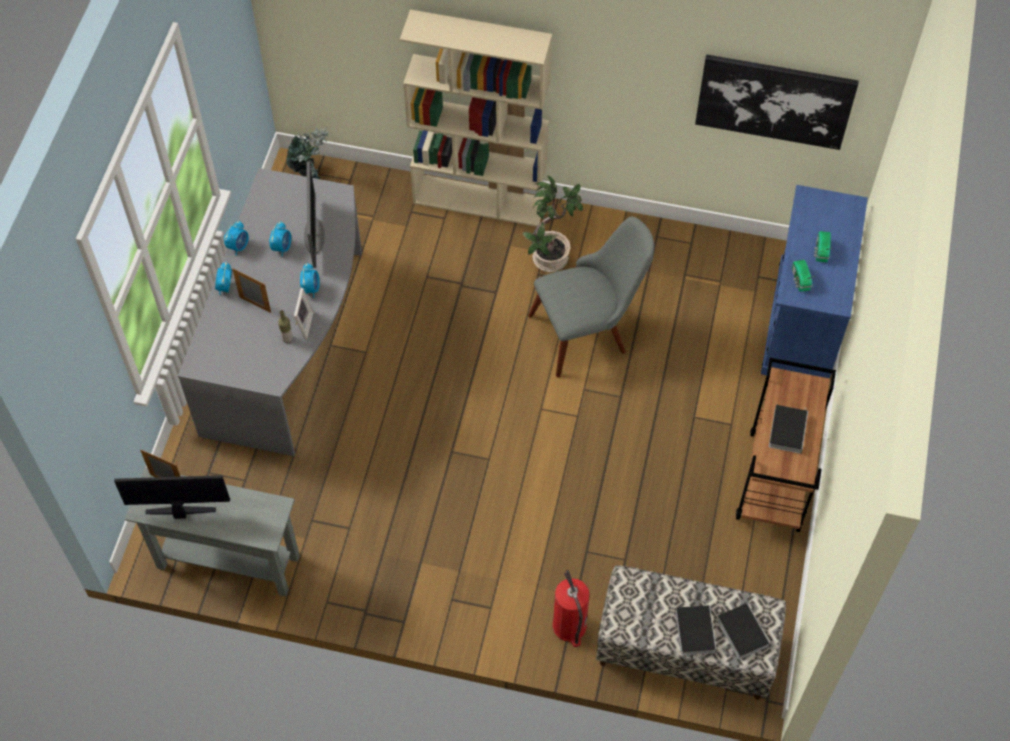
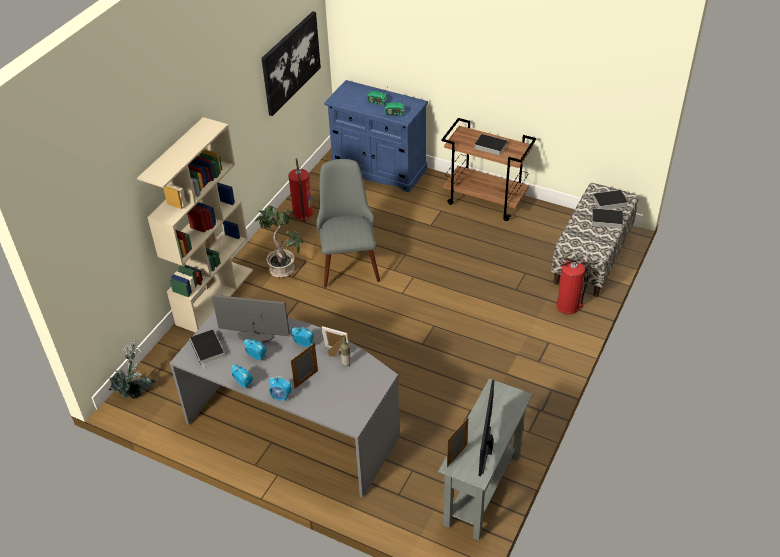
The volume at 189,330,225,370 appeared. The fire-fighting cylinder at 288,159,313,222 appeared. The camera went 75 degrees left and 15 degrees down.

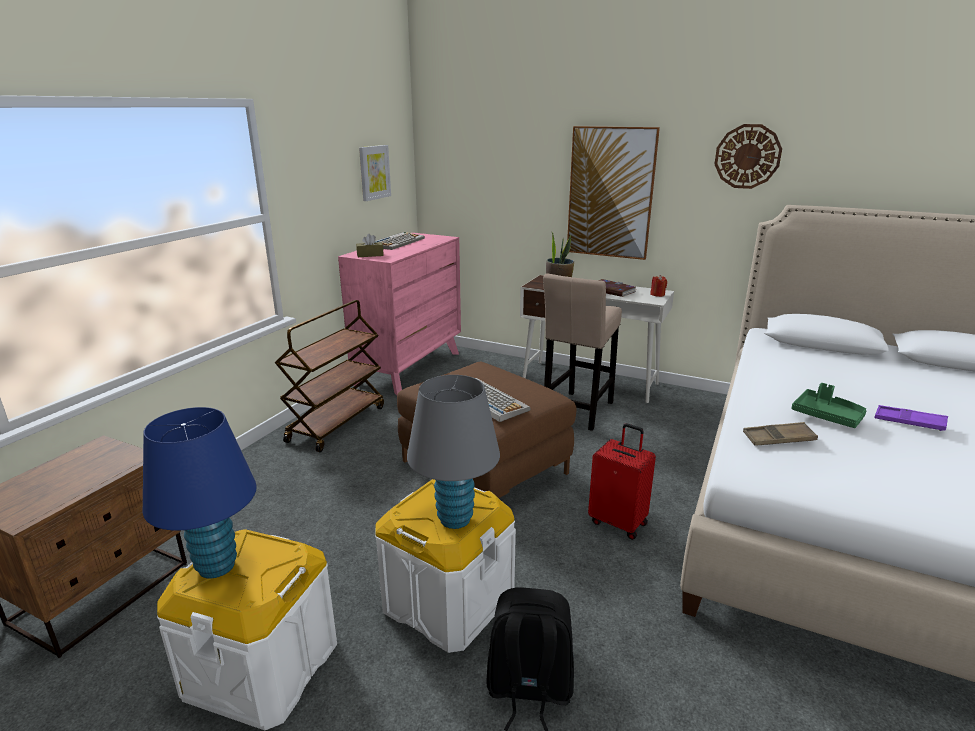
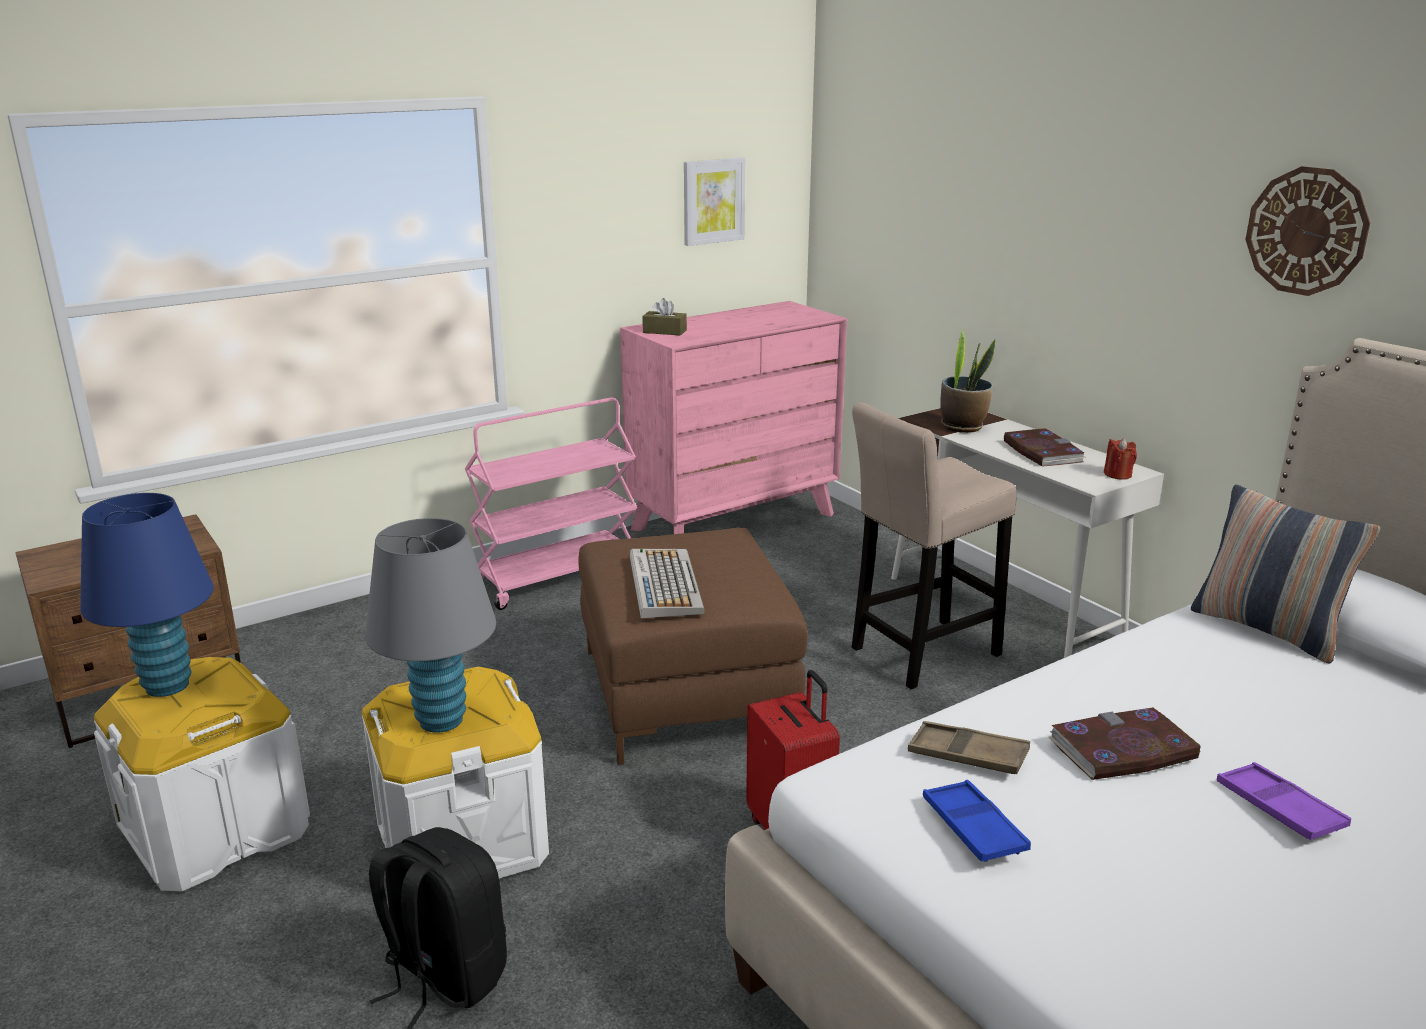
The trolley in brown at 275,300,384,452 became the trolley in pink at 465,398,637,610. The carrying tray in blue-coloured at 923,780,1031,862 appeared. The carrying tray in green-coloured at 791,383,866,428 was replaced by the volume at 1049,707,1201,780. The cushion at 1191,485,1380,663 appeared. The PC keyboard at 374,232,425,250 disappeared. The wall art at 567,126,660,260 disappeared. The camera went 30 degrees right and 0 degrees up.

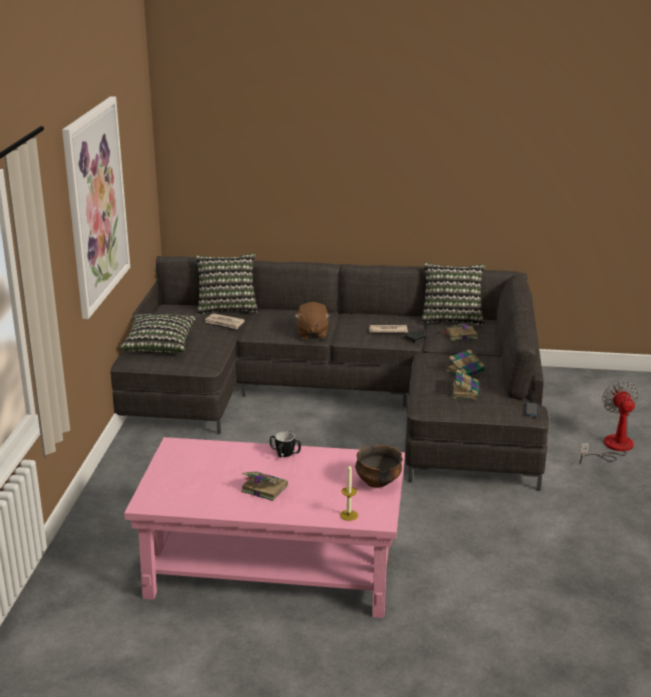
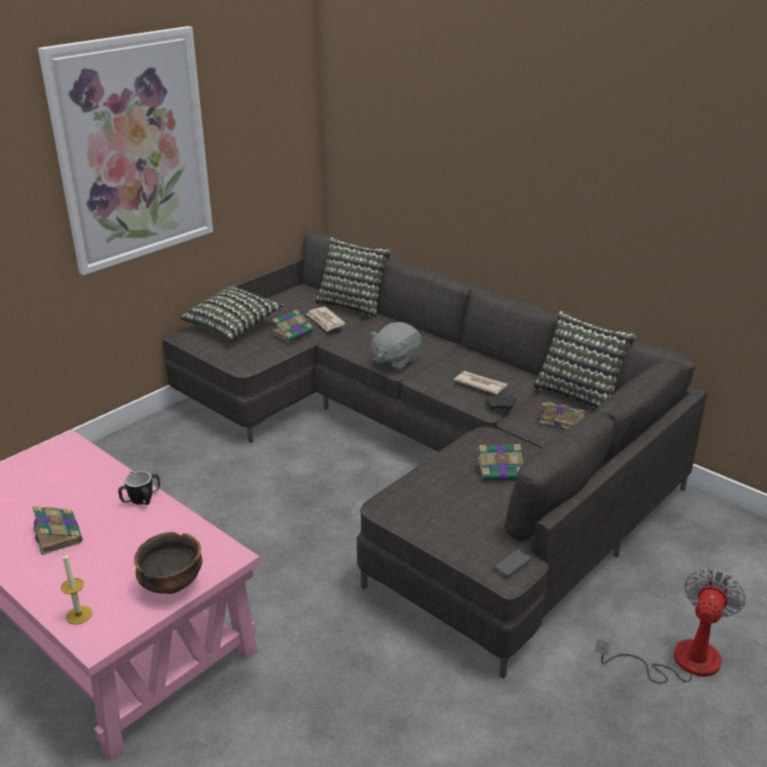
The volume moved from 452,370,479,400 to 271,309,314,343. The cuddly toy in brown at 295,302,330,339 became the cuddly toy in greyish at 370,322,421,371. The camera went 35 degrees right and 5 degrees up.

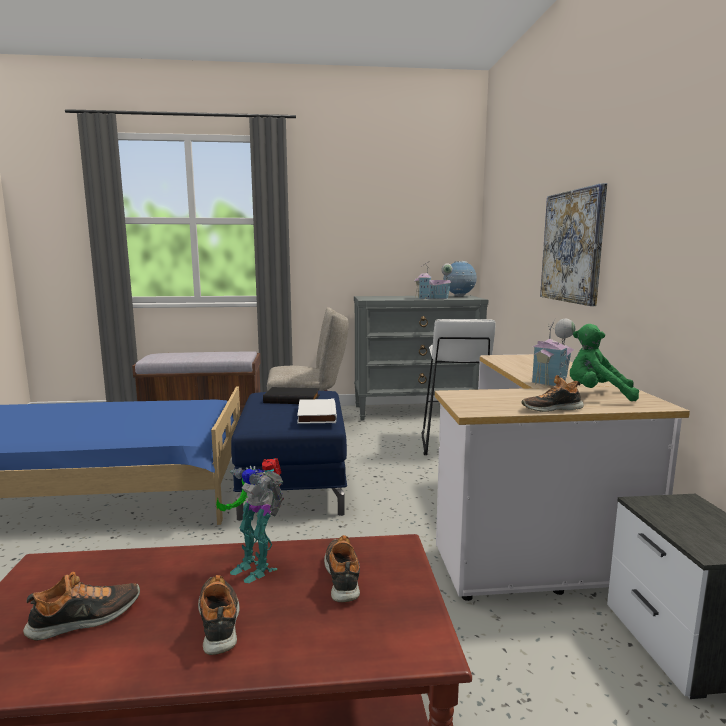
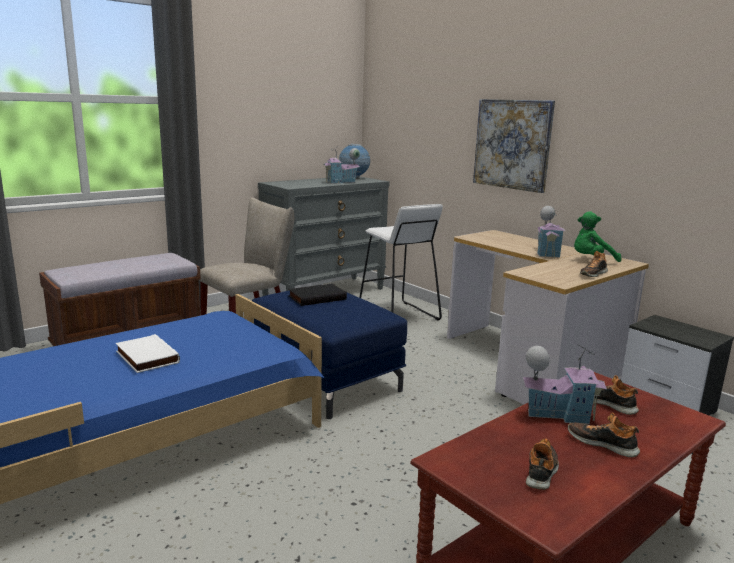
The volume in white-coloured moved from 297,398,337,424 to 116,334,180,373. The toy robot at 216,458,284,583 was replaced by the toy house at 523,344,607,424. The camera went 35 degrees left and 5 degrees up.

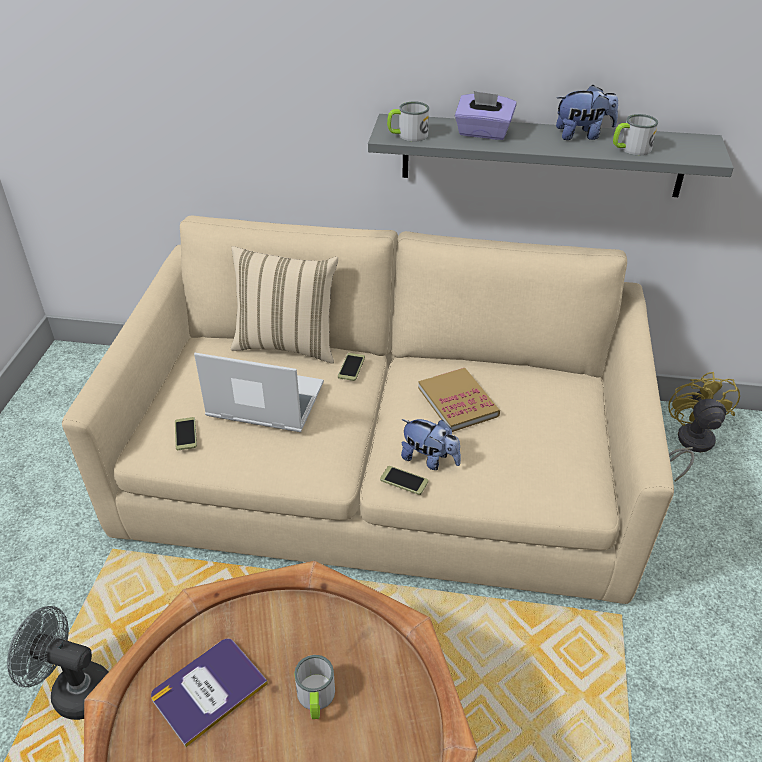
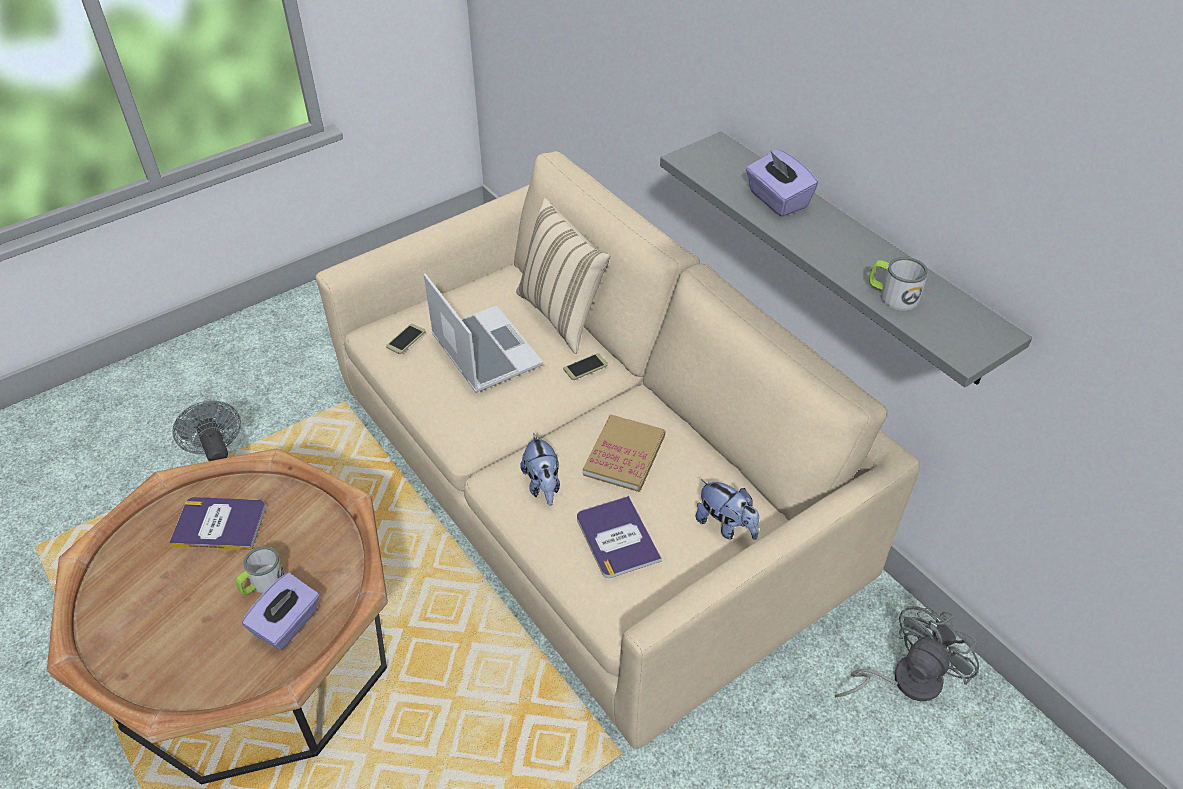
The tissue holder in purple at 242,573,319,650 appeared. The volume at 577,496,662,578 appeared. The cuddly toy moved from 556,85,618,140 to 695,479,759,540. The fan in yellow at 668,372,740,482 became the fan in greyish at 835,606,979,701. The phone at 380,466,428,495 disappeared. The coffee mug at 387,101,429,142 disappeared. The camera went 45 degrees right and 5 degrees up.

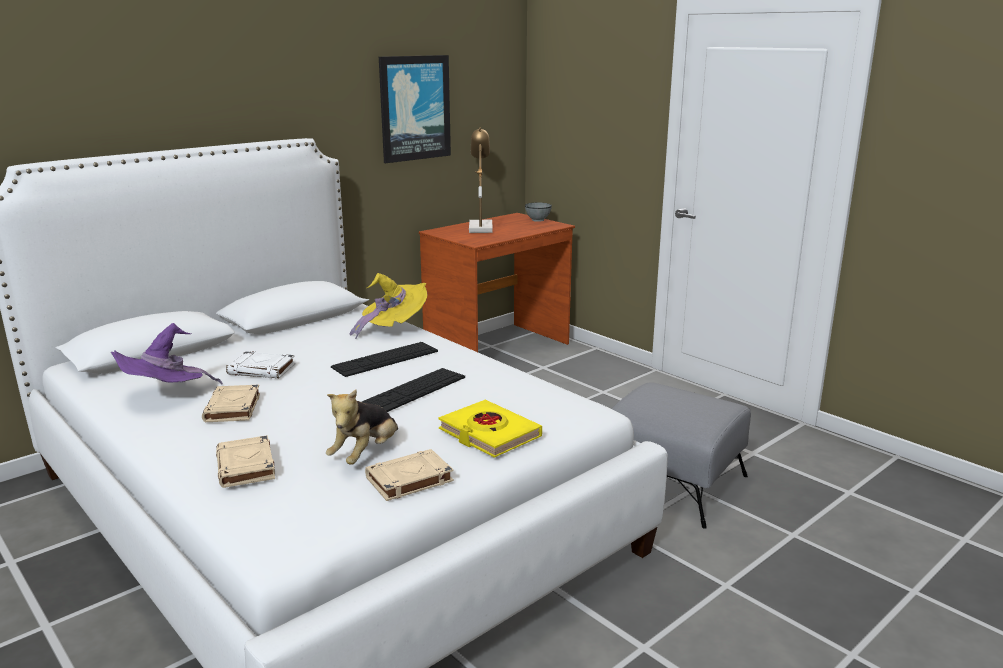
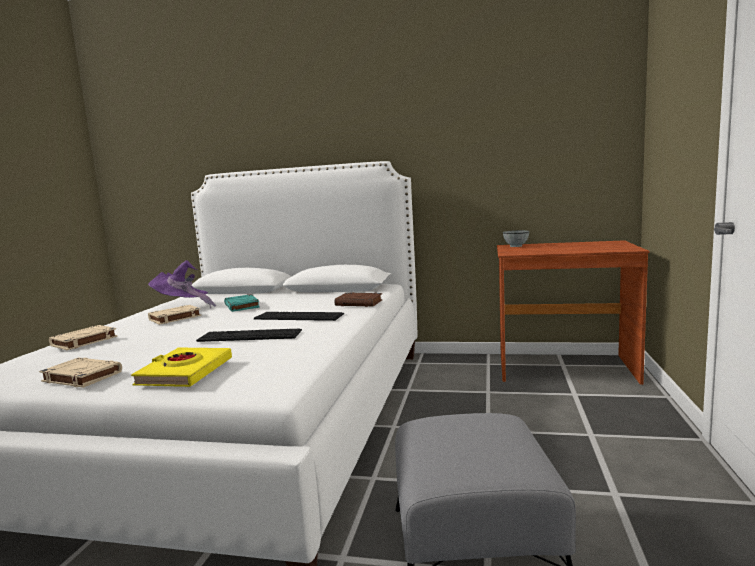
The volume in white-coloured at 226,351,296,378 became the volume in blue-green at 224,294,260,312. The clothing hat in yellow at 350,273,427,339 was replaced by the volume in brown at 334,292,382,307. The deep dish in greyish moved from 525,202,552,222 to 503,230,529,247. The cuddly toy at 326,390,398,465 disappeared. The wall art at 379,55,451,163 disappeared. The tabletop lamp at 469,128,493,233 disappeared. The camera went 55 degrees right and 10 degrees down.

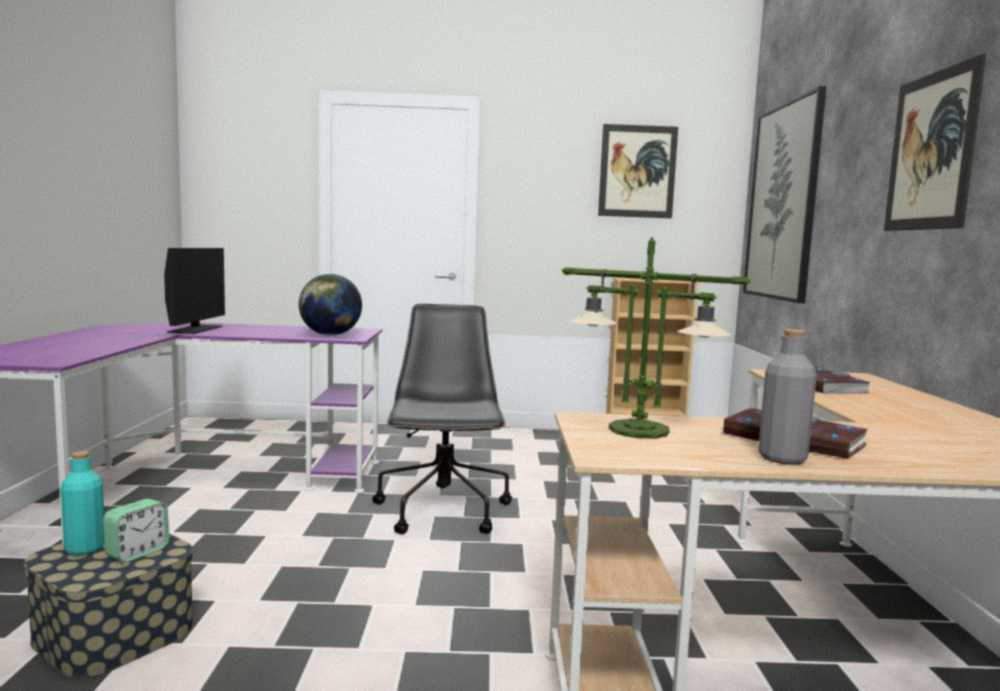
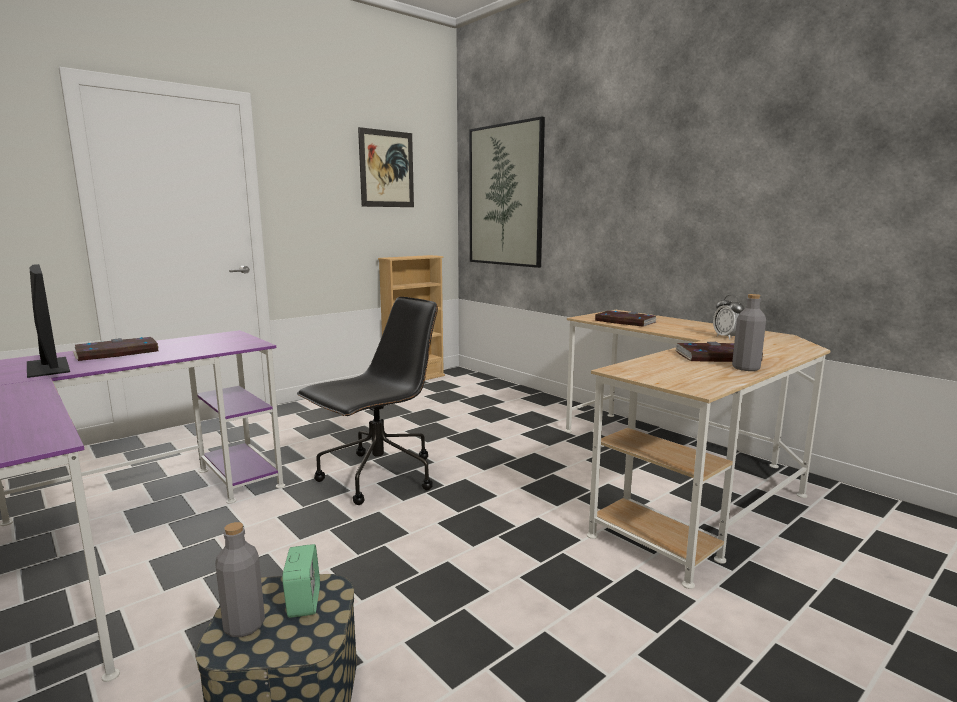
The volume at 73,337,159,361 appeared. The beverage bottle in blue-green at 61,451,105,556 became the beverage bottle in greyish at 215,522,265,637. The desk chair in black-coloured at 372,304,512,534 turned 90 degrees clockwise. The alarm clock at 713,295,745,340 appeared. The desk globe at 299,274,362,335 disappeared. The tabletop lamp at 562,237,751,439 disappeared. The wall art at 884,53,986,231 disappeared. The camera went 40 degrees left and 5 degrees up.

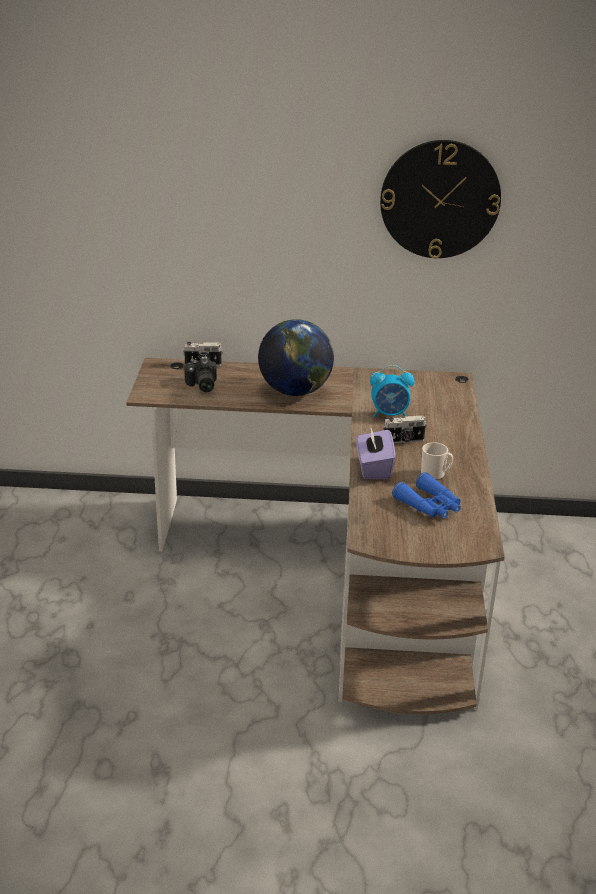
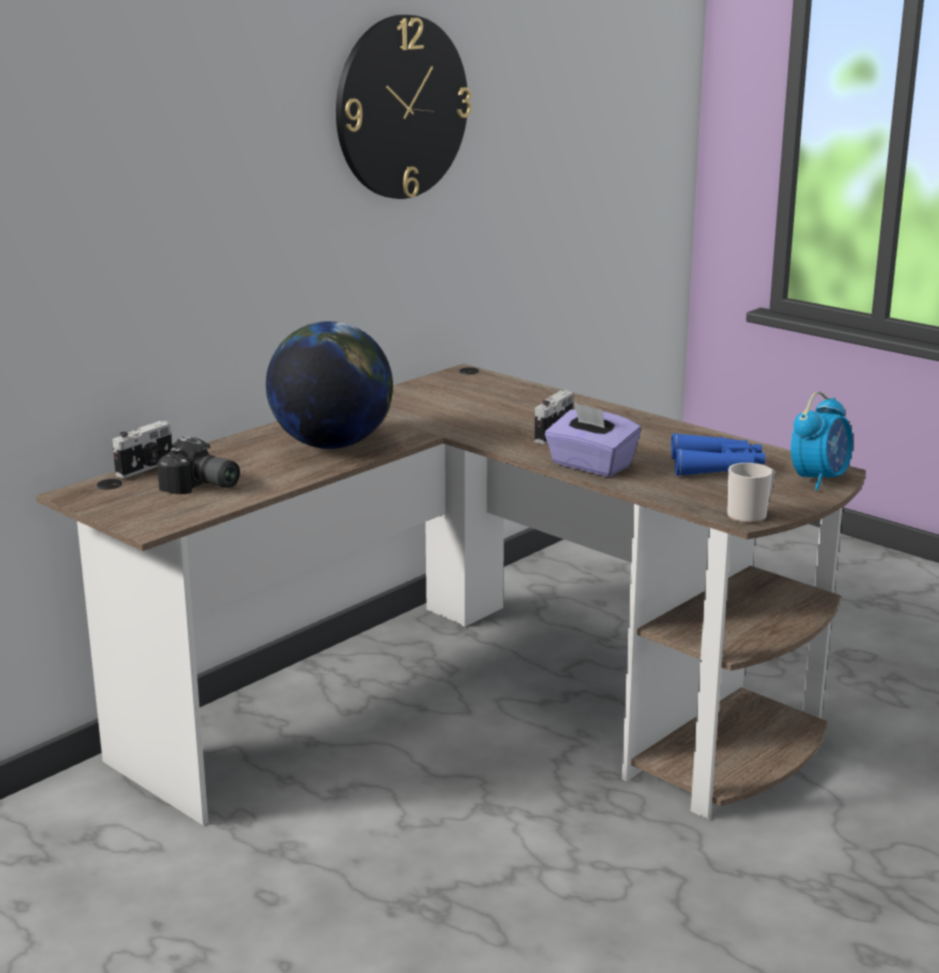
The coffee mug moved from 421,442,453,480 to 727,463,775,523. The alarm clock moved from 370,365,415,418 to 791,391,853,491. The camera went 50 degrees left and 10 degrees down.

